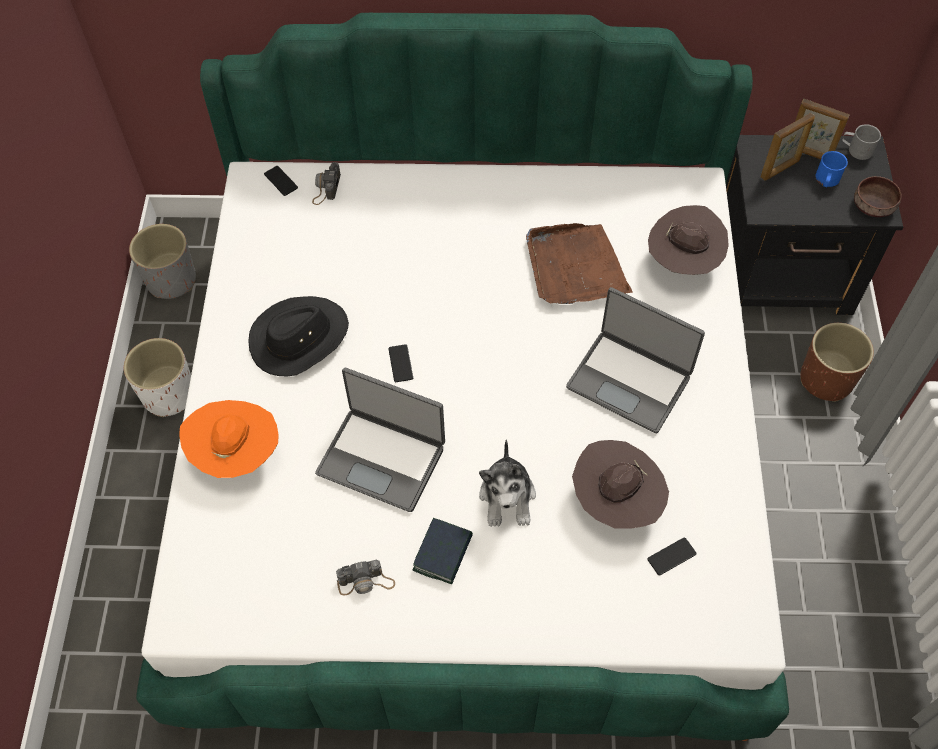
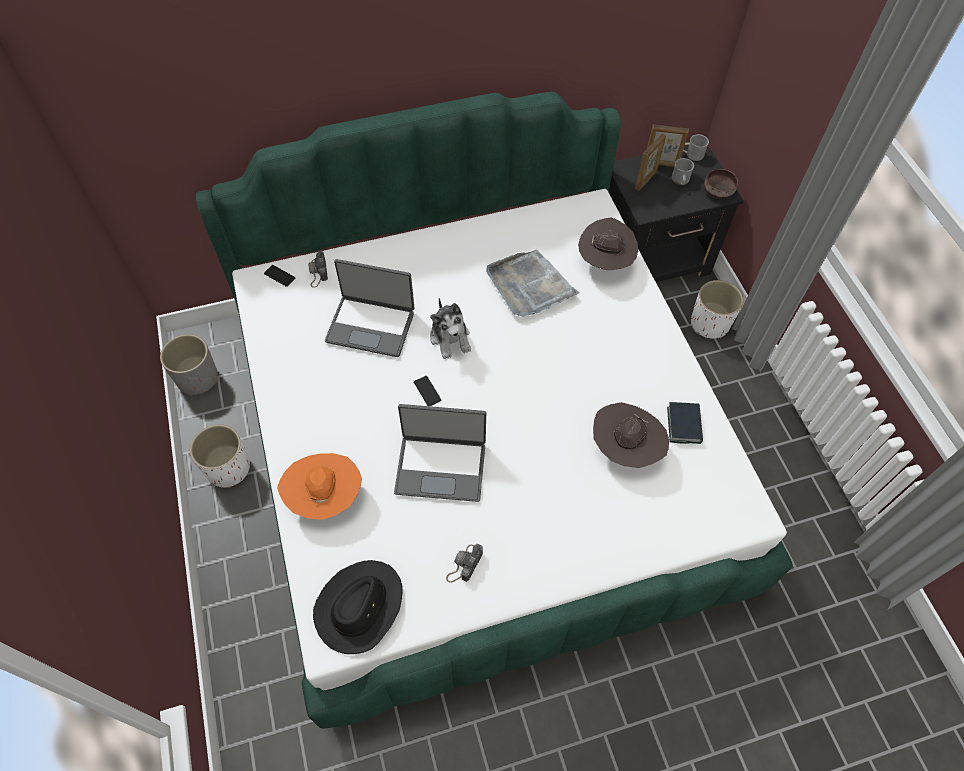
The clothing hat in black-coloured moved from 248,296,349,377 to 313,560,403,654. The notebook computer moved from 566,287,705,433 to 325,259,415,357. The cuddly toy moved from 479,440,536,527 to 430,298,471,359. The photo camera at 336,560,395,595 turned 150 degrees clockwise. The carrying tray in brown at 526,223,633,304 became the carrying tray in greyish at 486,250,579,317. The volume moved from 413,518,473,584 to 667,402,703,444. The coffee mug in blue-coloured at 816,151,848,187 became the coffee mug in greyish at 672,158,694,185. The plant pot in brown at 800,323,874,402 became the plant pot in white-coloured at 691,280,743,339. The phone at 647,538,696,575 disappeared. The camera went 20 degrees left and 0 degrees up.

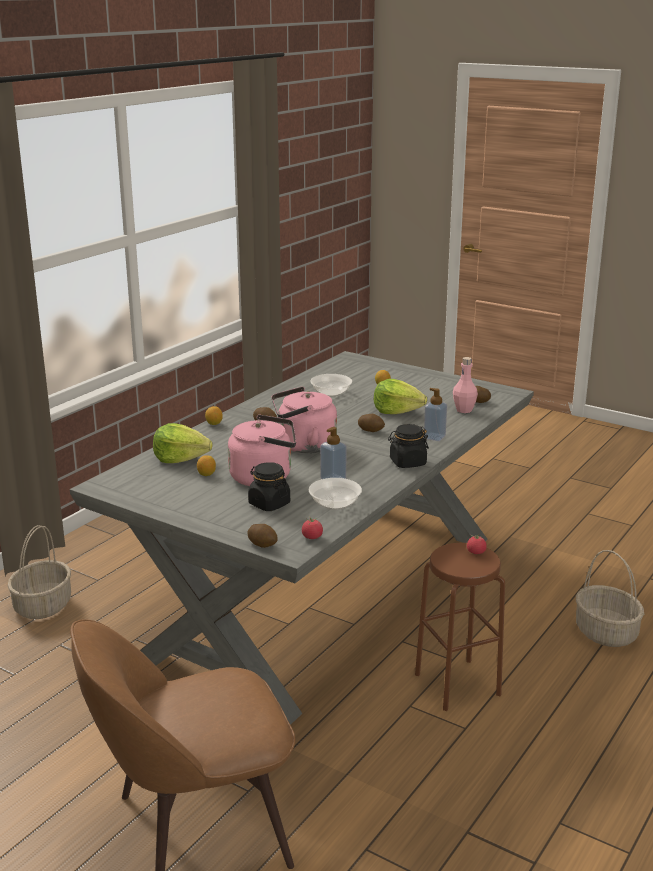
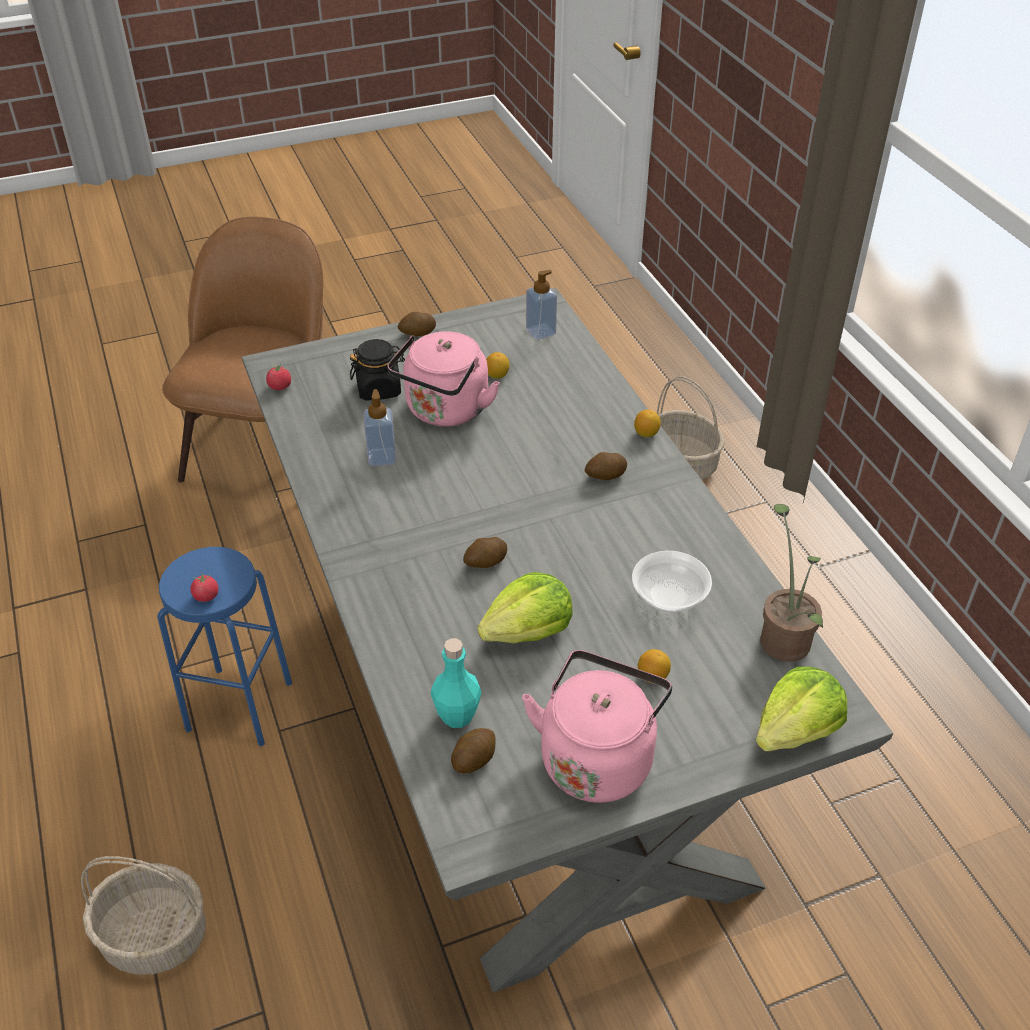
The sitting stool in brown at 415,543,505,711 became the sitting stool in blue-coloured at 157,547,292,747. The spud moved from 247,524,278,548 to 398,312,436,336. The beverage bottle in pink at 453,357,478,413 became the beverage bottle in blue-green at 431,638,482,728. The kettle in pink moved from 271,387,337,453 to 522,650,672,803. The soap bottle moved from 424,388,447,441 to 526,270,557,340. The lettuce head moved from 153,423,213,463 to 756,667,847,751. The potted plant at 760,504,823,662 appeared. The deep dish at 309,478,362,510 disappeared. The storage jar in black-coloured at 388,424,429,468 disappeared. The camera went 125 degrees right and 20 degrees up.

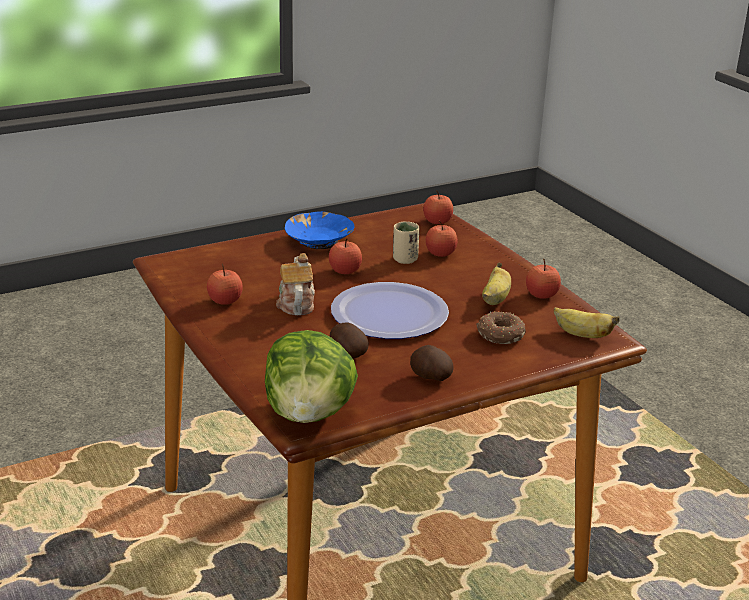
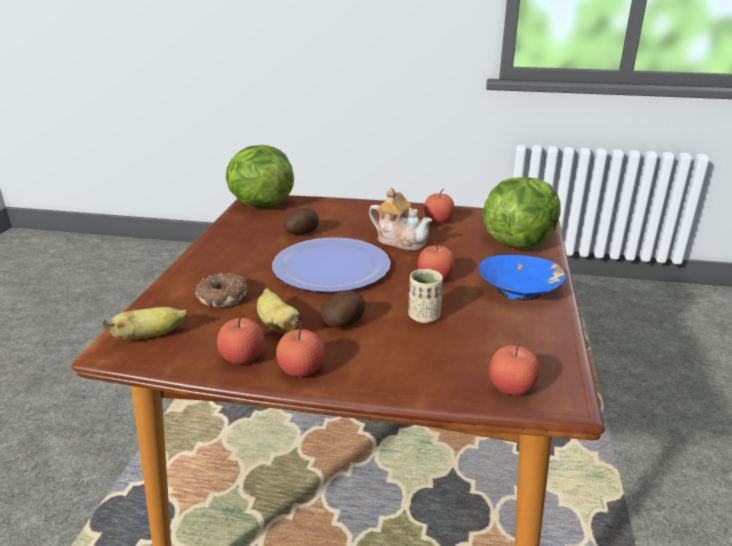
The apple fruit moved from 426,221,458,257 to 276,323,324,377. The spud moved from 410,345,454,381 to 320,291,365,328. The lettuce head at 482,177,560,249 appeared. The camera went 130 degrees right and 0 degrees up.

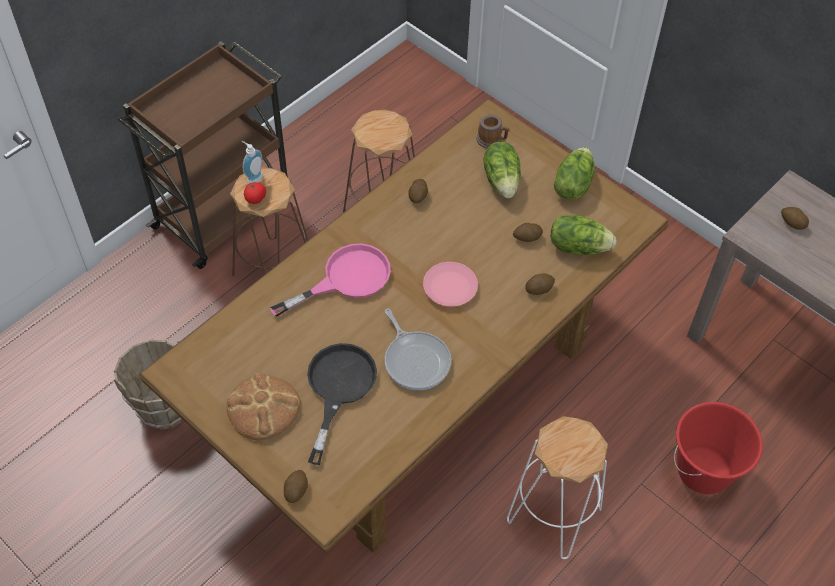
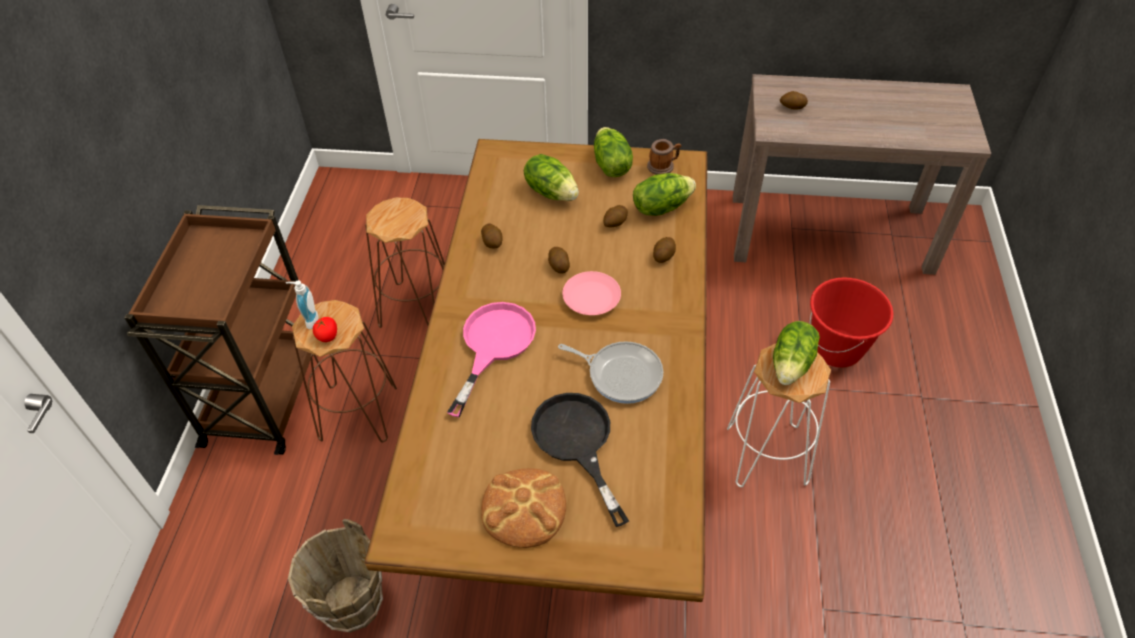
The spud moved from 284,470,308,503 to 548,247,570,274. The coffee mug moved from 476,114,510,148 to 647,139,681,175. The lettuce head at 773,321,820,385 appeared. The camera went 35 degrees left and 5 degrees down.

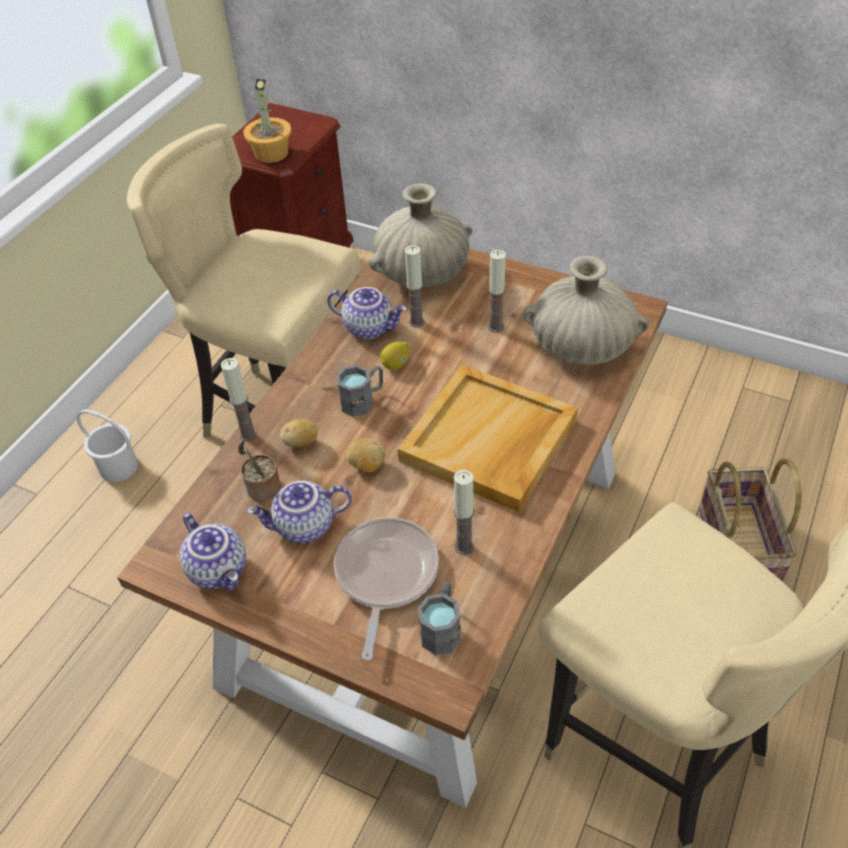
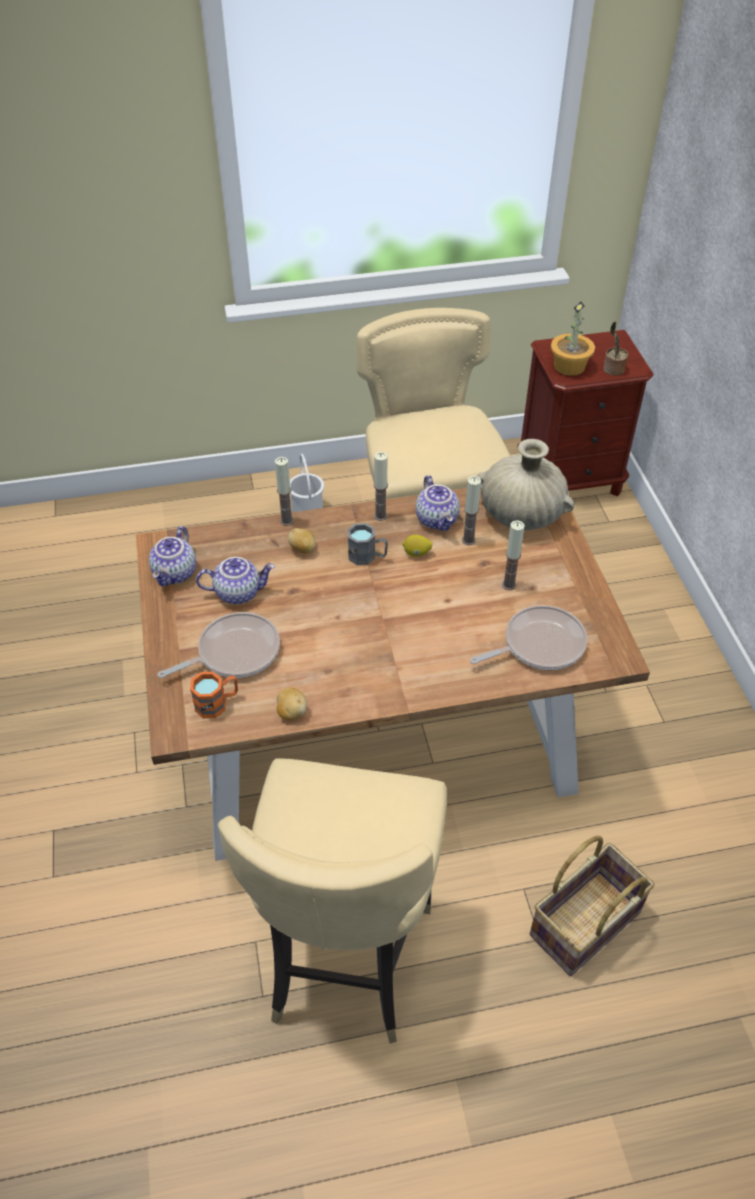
The coffee mug in greyish at 418,582,461,655 became the coffee mug in orange-coloured at 190,672,238,719. The teapot at 247,481,352,543 turned 135 degrees clockwise. The spud moved from 346,438,385,473 to 277,688,307,720. The wax light moved from 453,470,474,555 to 374,452,388,521. The decorative vase in beige-coloured at 523,256,649,365 was replaced by the frying pan at 470,605,587,670. The potted plant moved from 238,439,281,501 to 603,321,628,376. The carrying tray in beige-coloured at 397,364,578,512 disappeared. The camera went 50 degrees right and 0 degrees up.

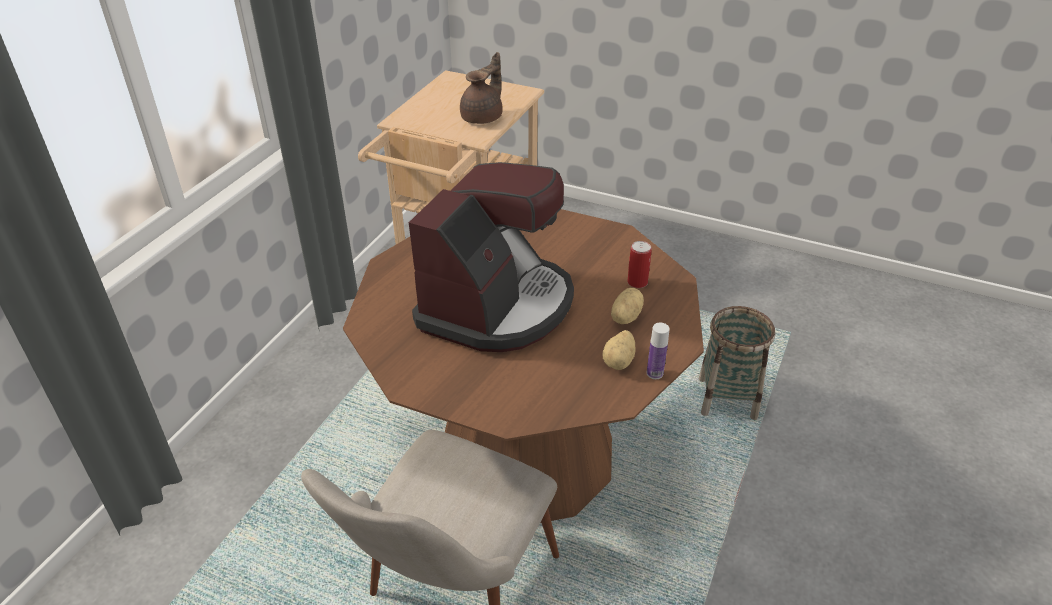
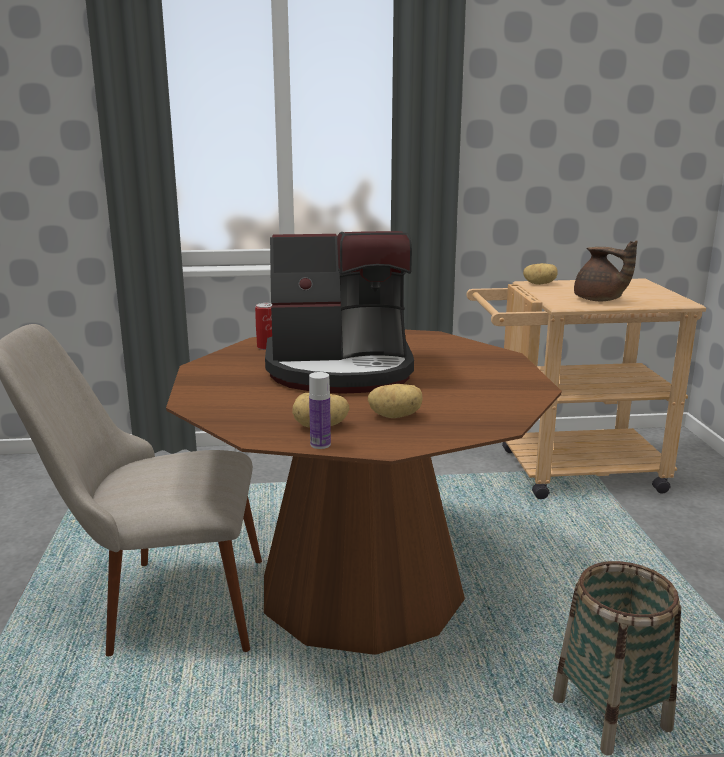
The can moved from 627,241,652,288 to 255,303,272,350. The spud at 523,263,557,285 appeared. The teapot in brown at 460,52,503,124 turned 45 degrees clockwise. The camera went 60 degrees right and 20 degrees down.

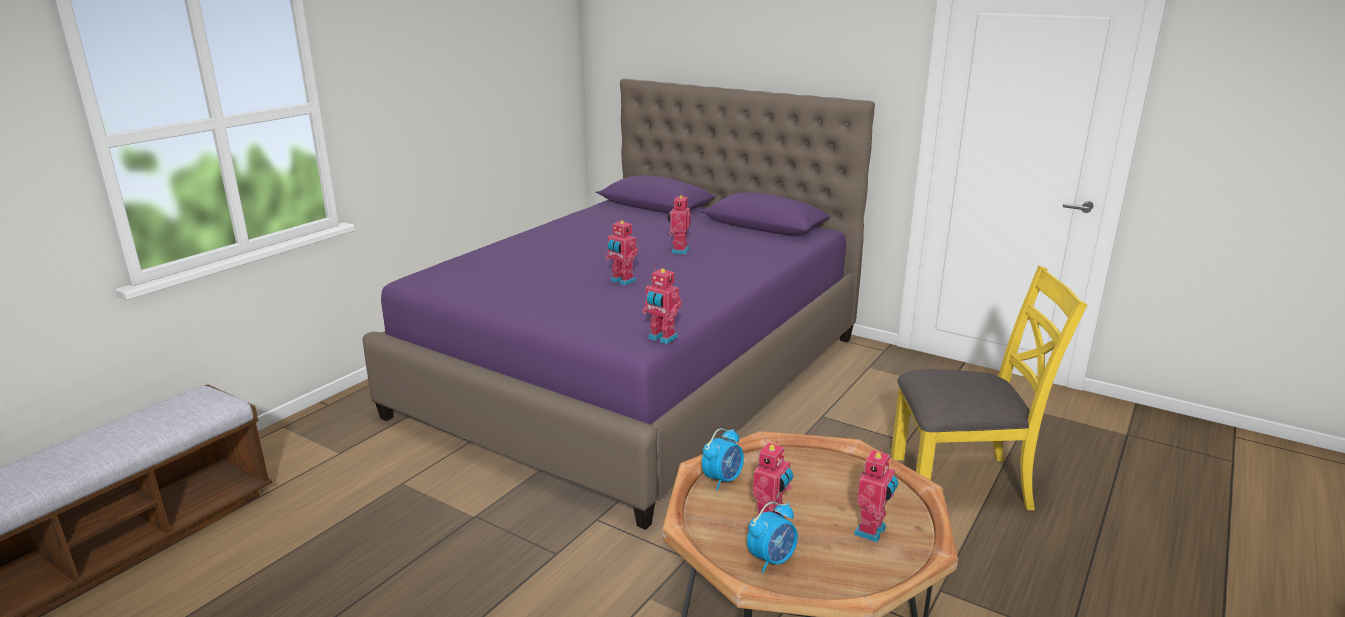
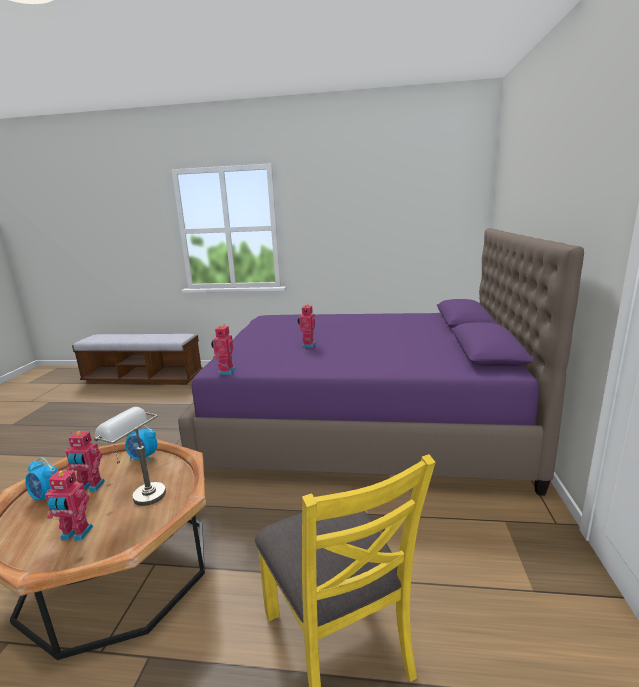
The tabletop lamp in greyish at 94,407,166,506 appeared. The toy robot at 667,194,690,254 disappeared. The camera went 65 degrees right and 5 degrees down.

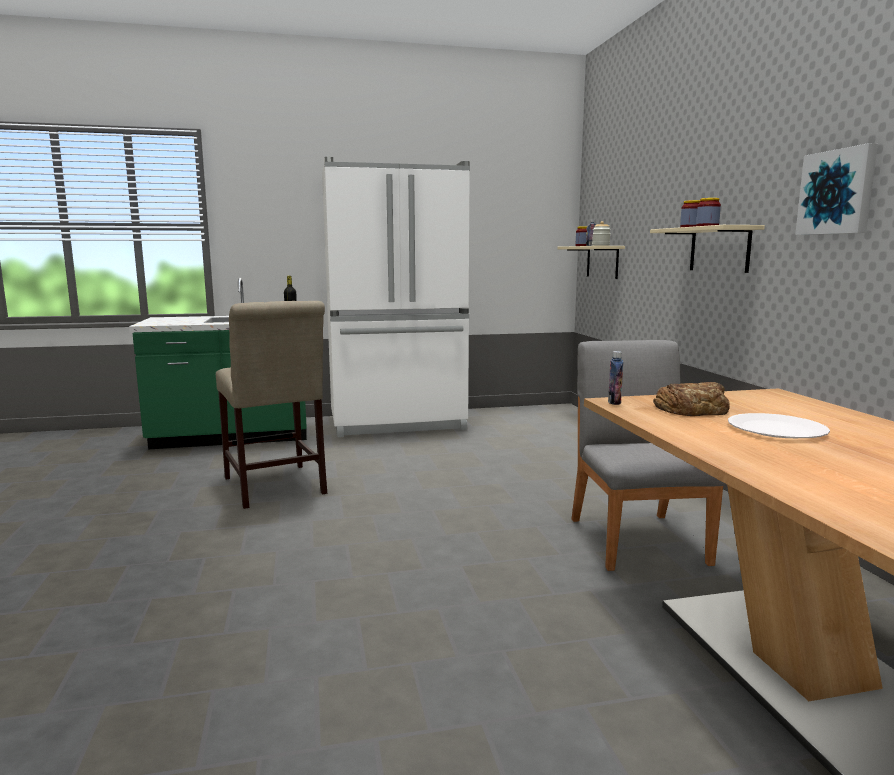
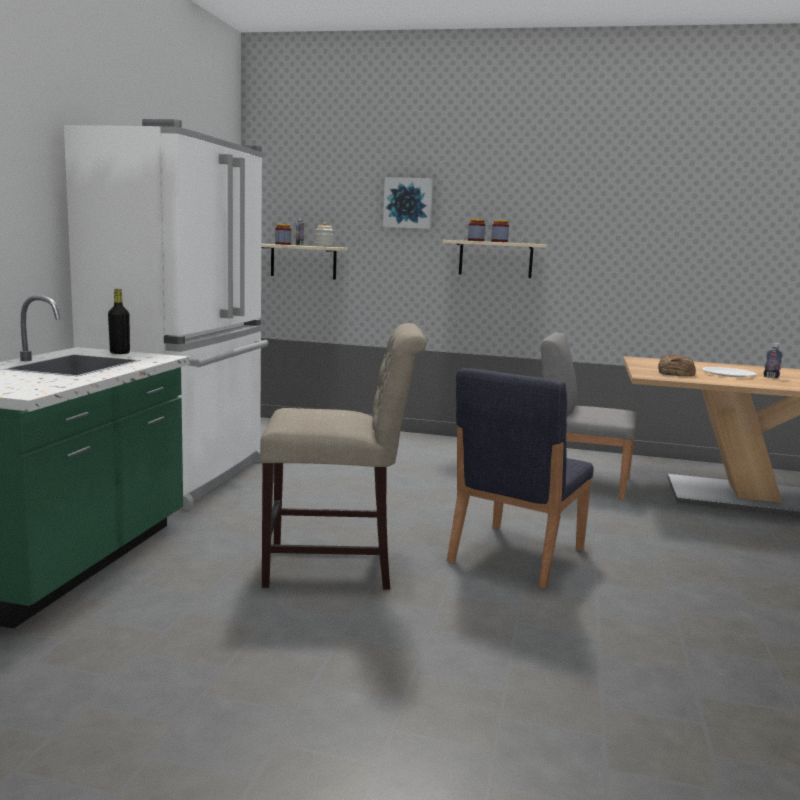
The wall art moved from 795,143,878,235 to 383,177,434,229. The plain chair in blue-coloured at 447,368,594,589 appeared. The beverage bottle moved from 608,351,623,405 to 764,343,783,378. The camera went 65 degrees left and 0 degrees up.

